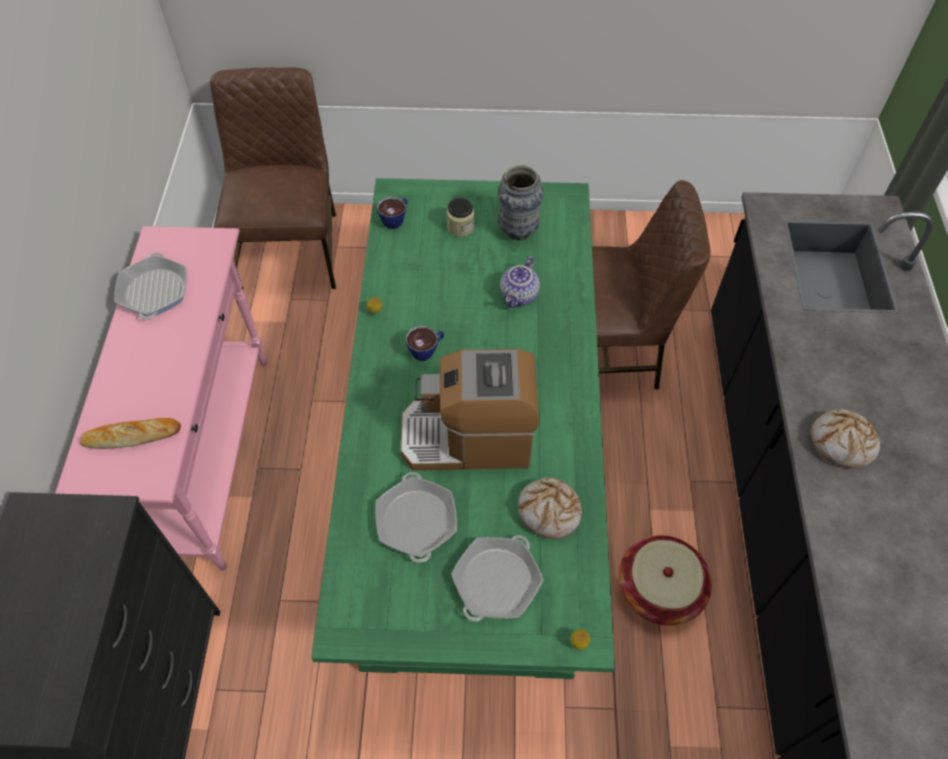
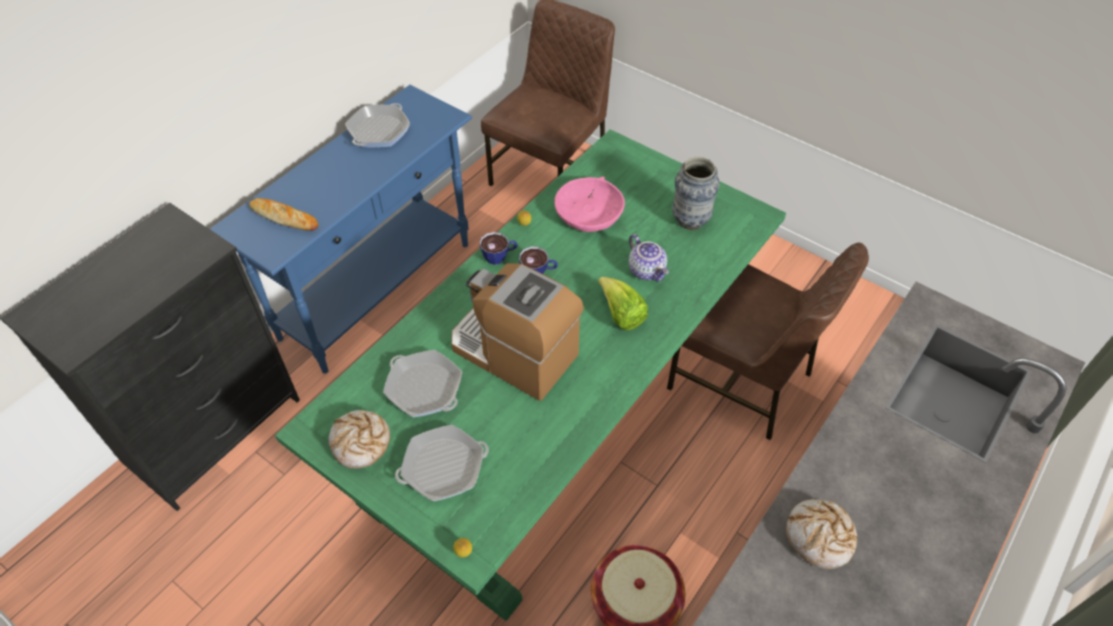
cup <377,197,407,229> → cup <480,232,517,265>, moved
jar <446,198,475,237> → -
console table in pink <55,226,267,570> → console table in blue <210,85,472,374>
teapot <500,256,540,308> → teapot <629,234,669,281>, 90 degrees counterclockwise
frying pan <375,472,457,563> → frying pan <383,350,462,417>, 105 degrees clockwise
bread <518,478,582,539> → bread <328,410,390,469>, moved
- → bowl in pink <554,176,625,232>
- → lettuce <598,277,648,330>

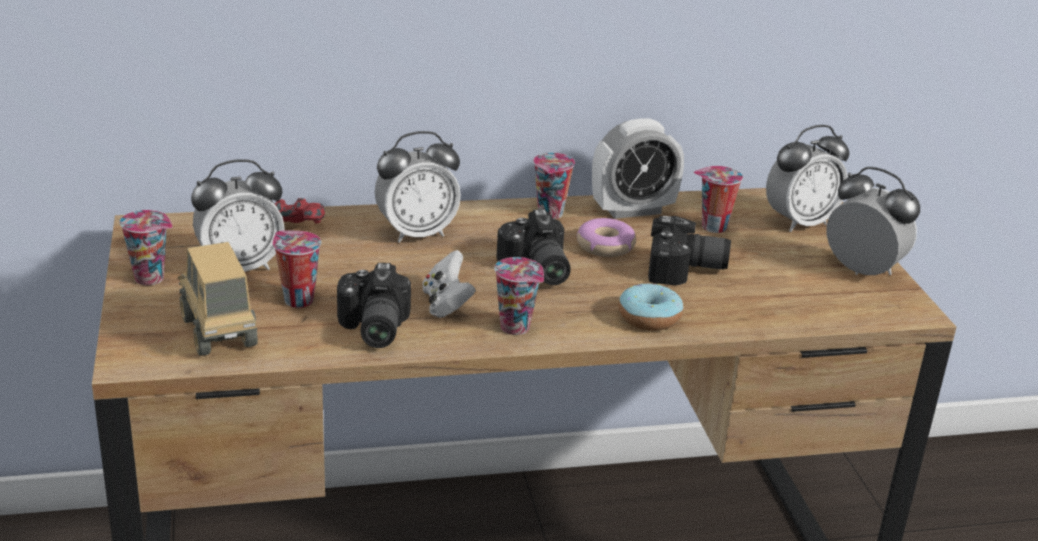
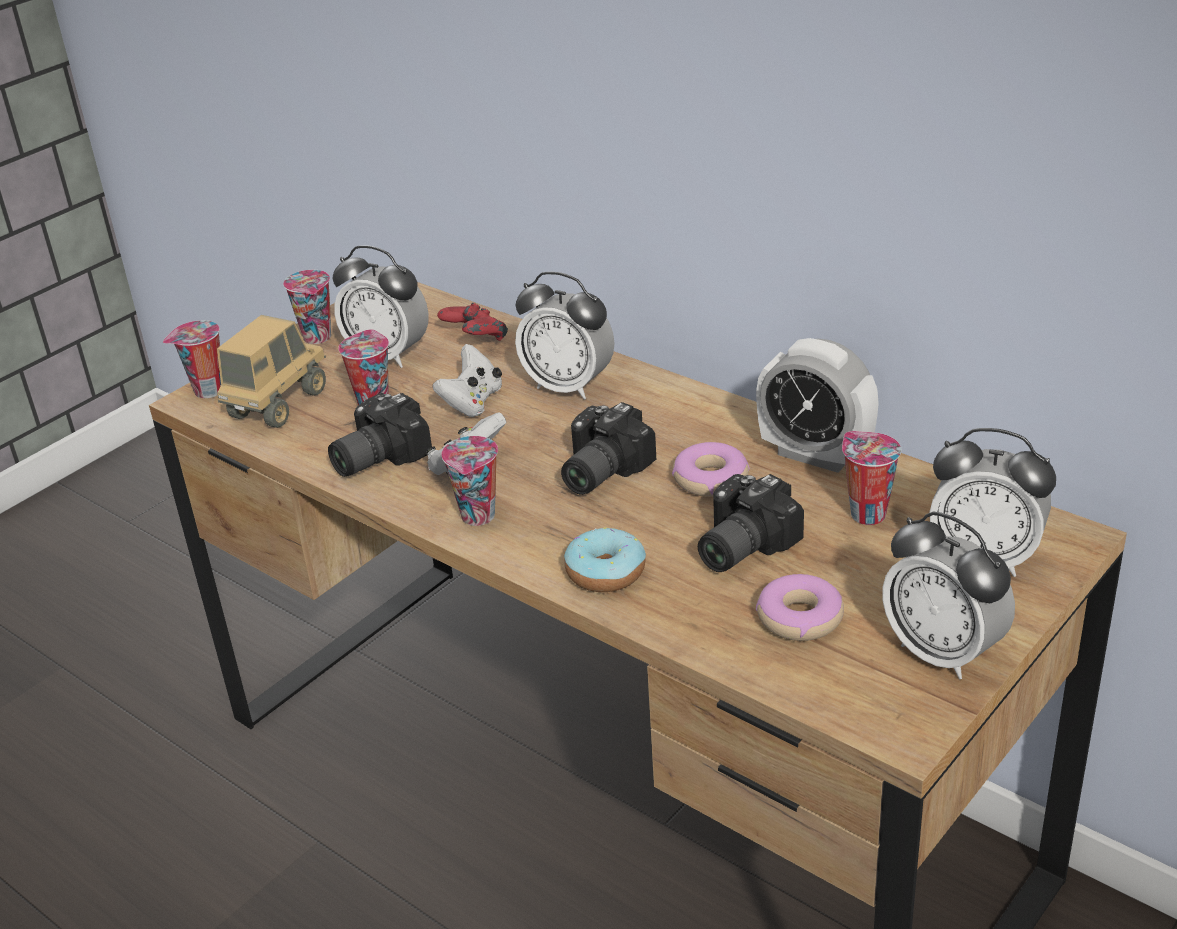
cup <533,153,575,219> → cup <163,320,221,398>, moved
alarm clock <827,167,920,275> → alarm clock <882,512,1015,679>, 135 degrees clockwise
photo camera <648,216,731,285> → photo camera <698,474,804,572>, 75 degrees clockwise
- → game controller in white <433,344,502,417>
- → donut <756,574,844,641>

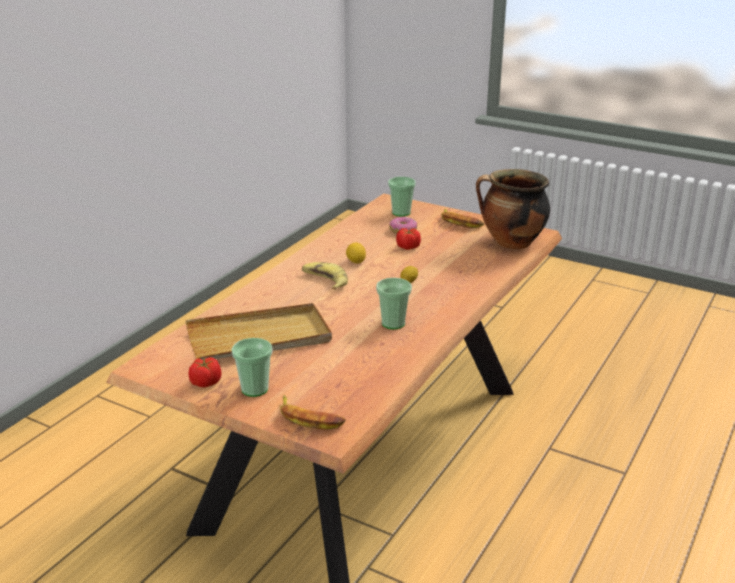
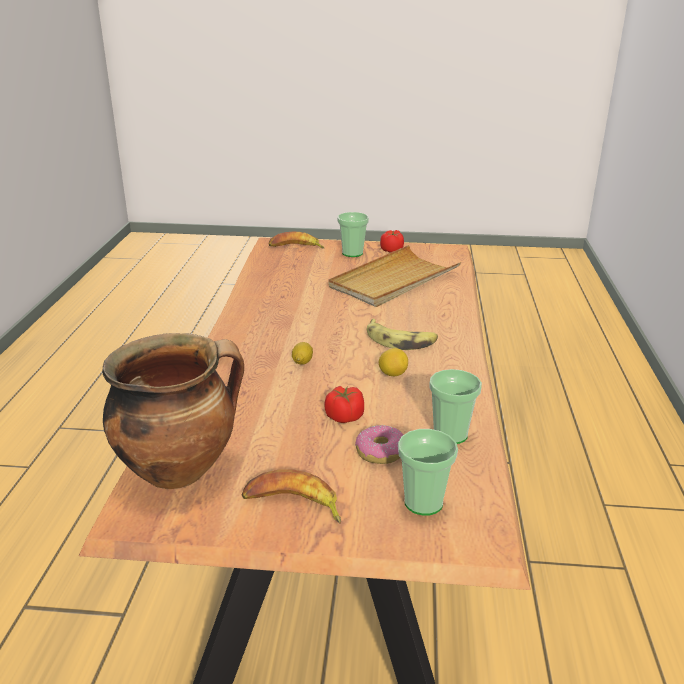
cup <376,278,412,329> → cup <429,369,482,444>, moved

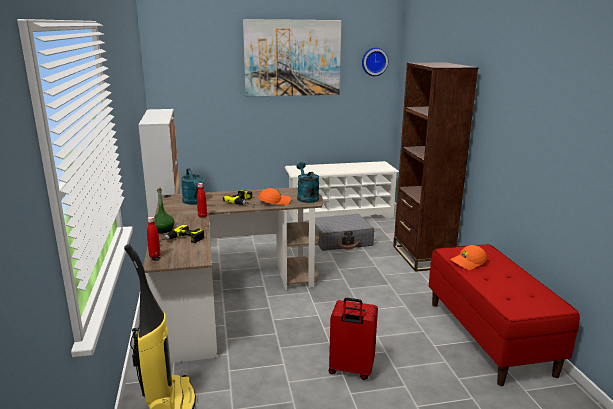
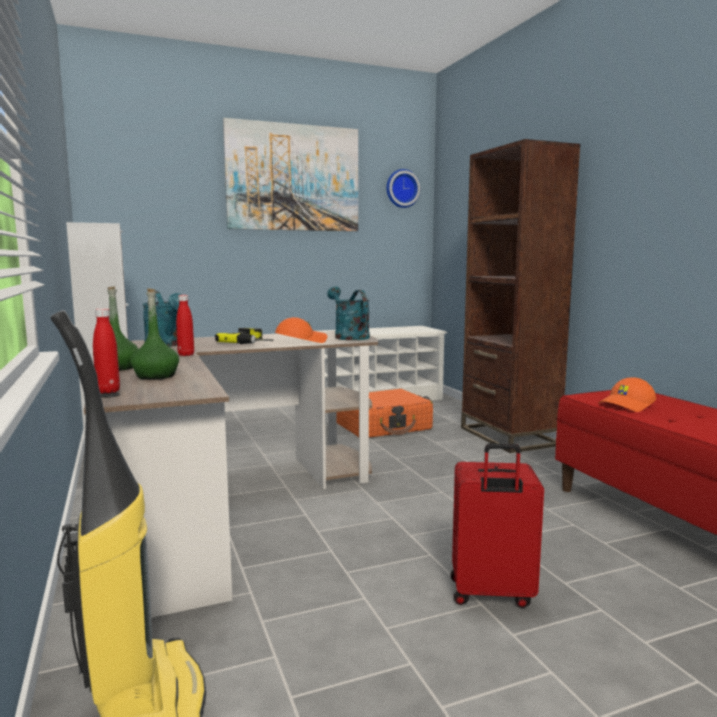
suitcase in grey <315,214,374,251> → suitcase in orange <337,389,433,438>
power drill <159,224,204,243> → bottle in green <131,288,179,380>

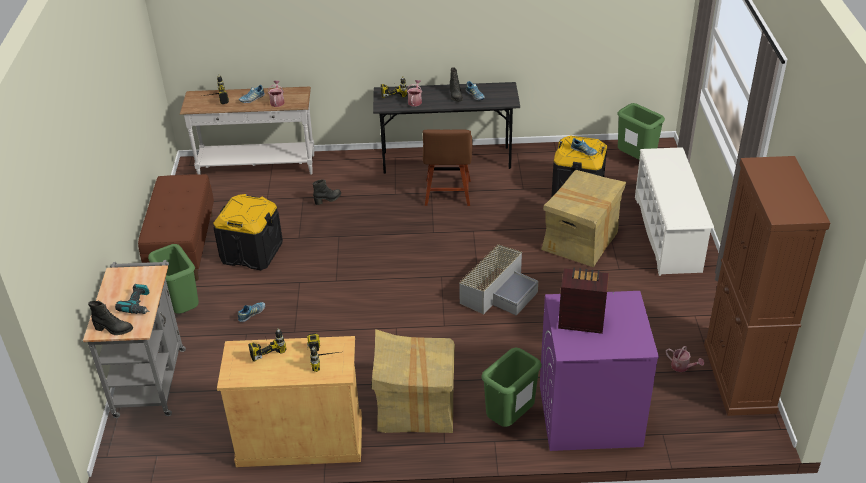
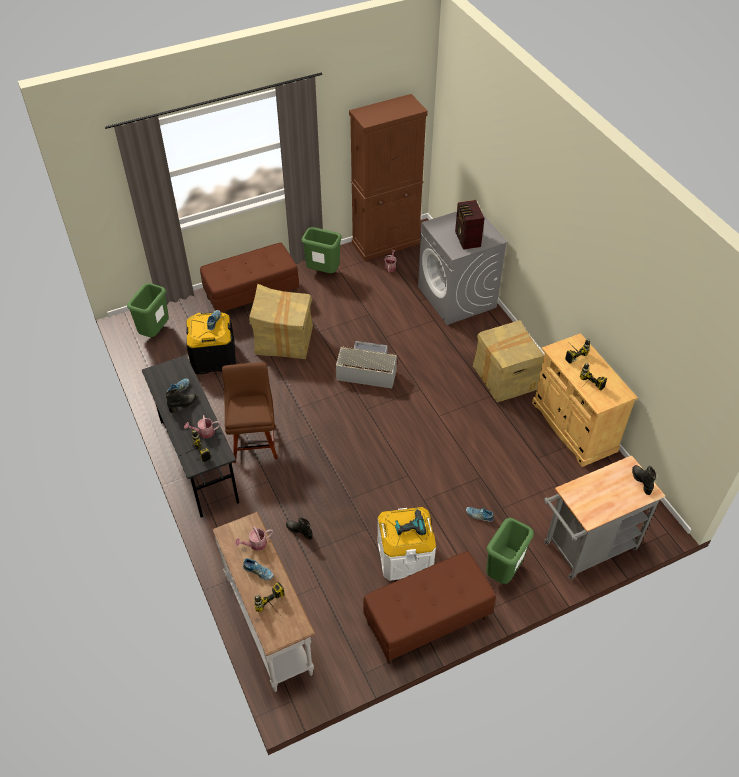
chair in brown <423,129,473,206> → chair in brown <222,362,278,463>, 75 degrees counterclockwise
shoe rack in white <635,147,714,276> → bench in brown <200,243,299,312>
storage box in black <213,194,283,270> → storage box in white <378,507,436,581>
power drill <115,284,149,314> → power drill <395,509,426,535>, moved
washing machine in purple <540,291,659,451> → washing machine in grey <418,212,508,325>
trash can in green <481,348,542,427> → trash can in green <301,227,342,273>, moved

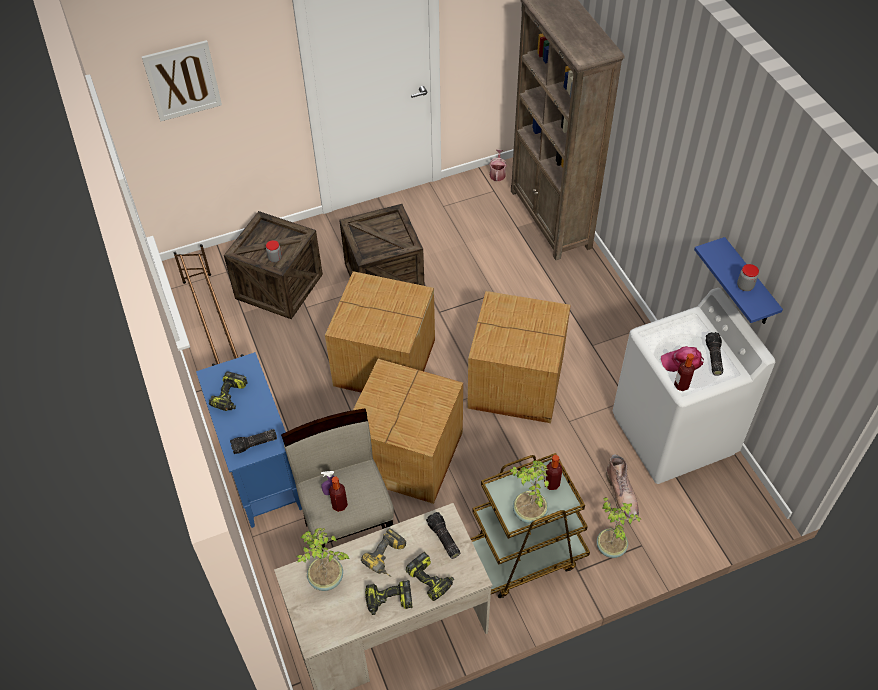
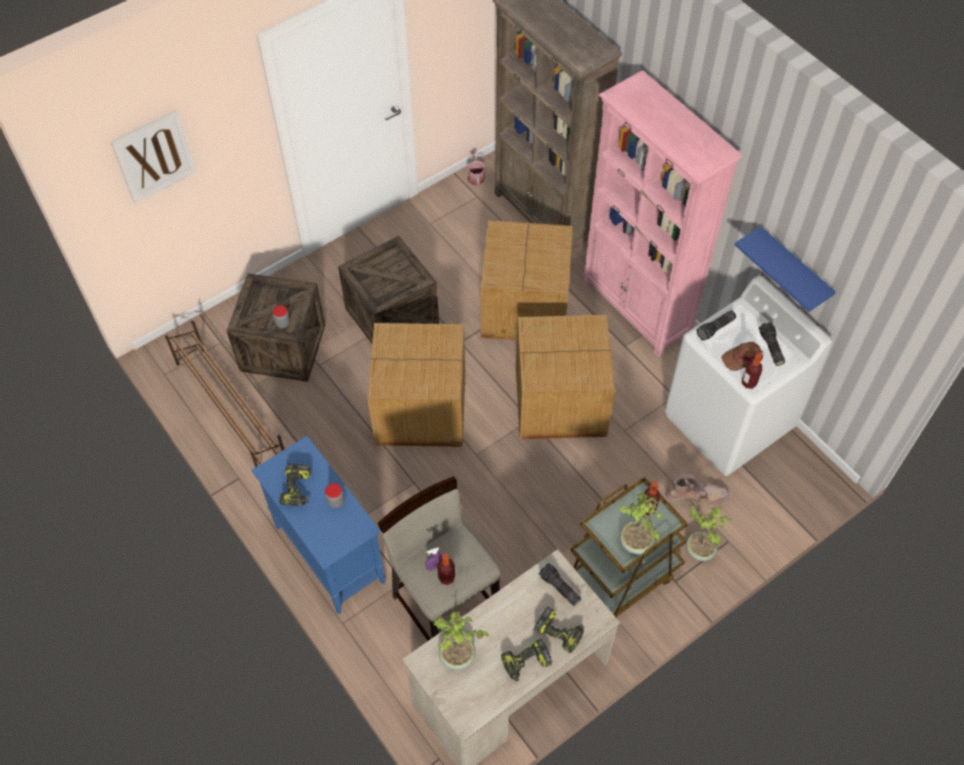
jar <737,264,759,291> → jar <325,483,345,508>, moved
cap in pink <661,346,704,372> → cap in brown <722,342,763,371>
cardboard box <353,359,463,504> → cardboard box <480,220,573,340>, moved
flashlight <230,429,277,454> → flashlight <696,310,736,341>, moved
boot in brown <606,454,639,521> → boot in brown <665,474,729,505>, 60 degrees counterclockwise
power drill <361,528,406,577> → -
- → bookcase in pink <582,70,742,357>

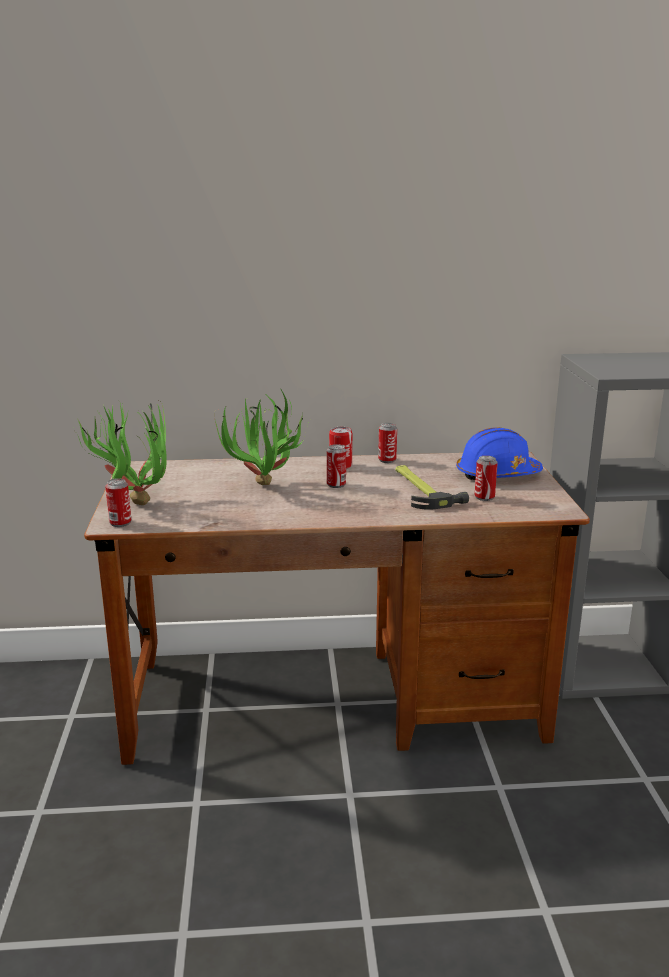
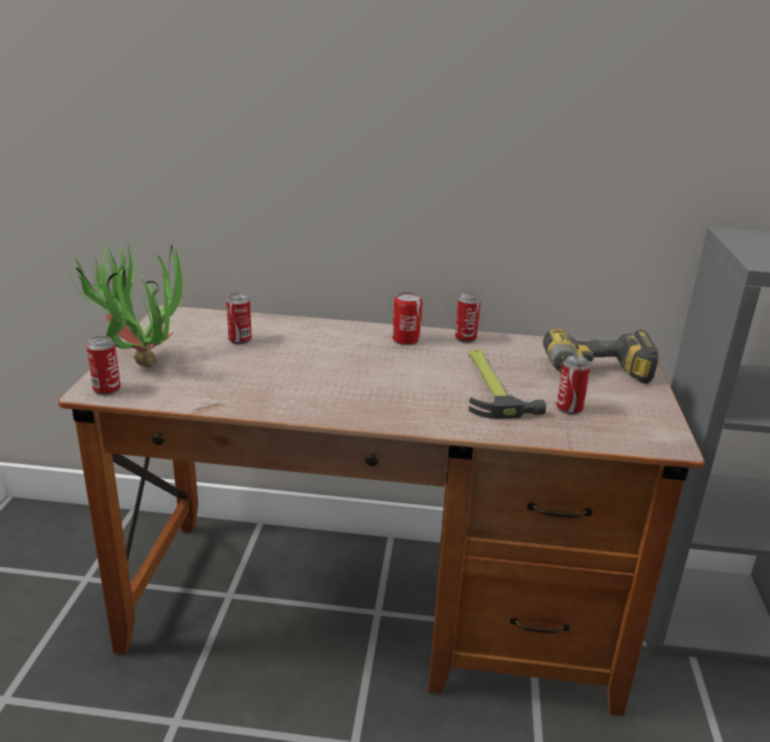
potted plant <215,389,308,485> → -
hard hat in blue <456,427,543,480> → power drill <543,329,658,384>
can <327,444,346,488> → can <226,293,252,344>, moved

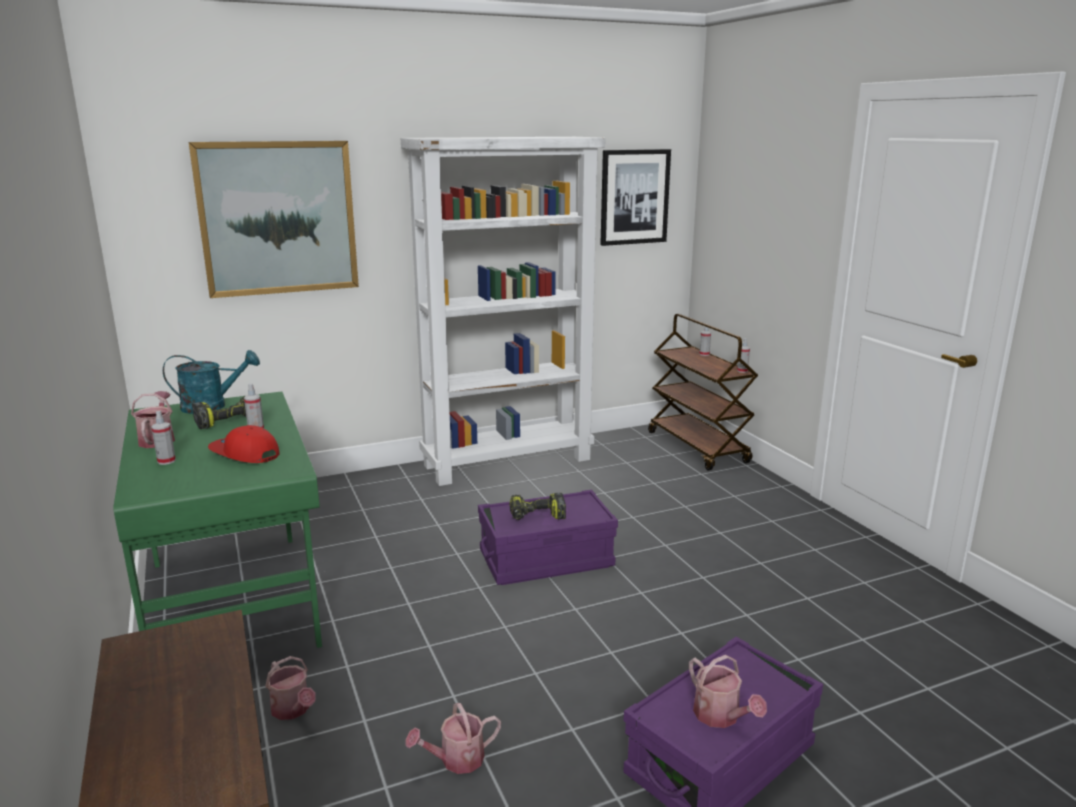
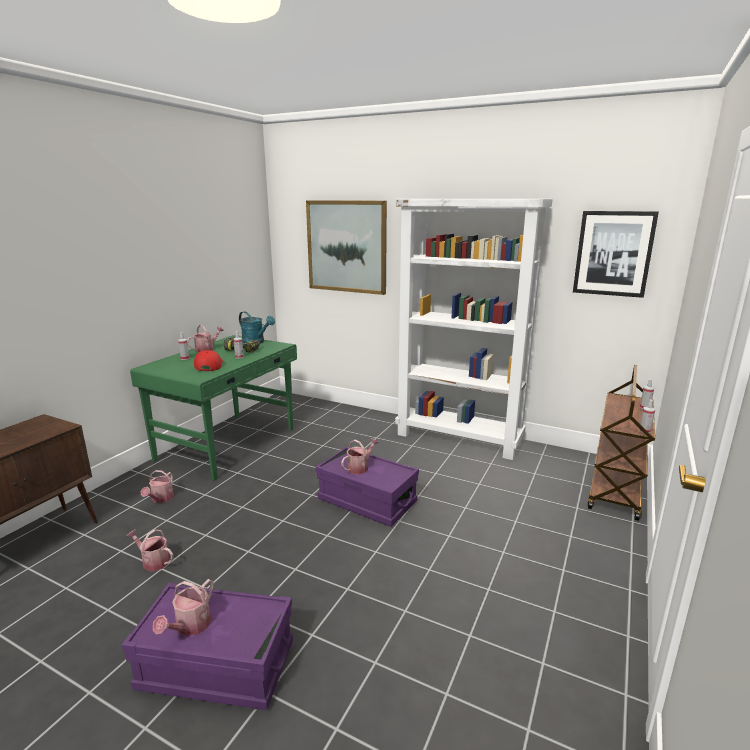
power drill <509,493,566,520> → watering can <341,438,379,474>

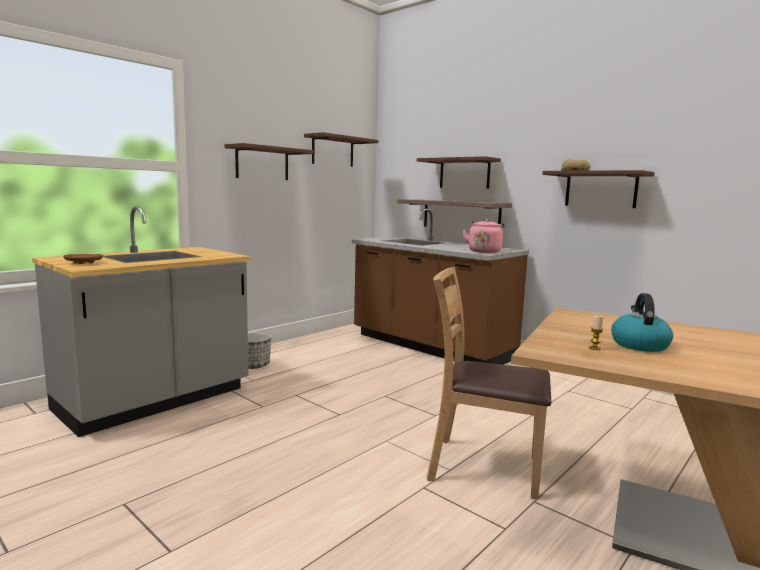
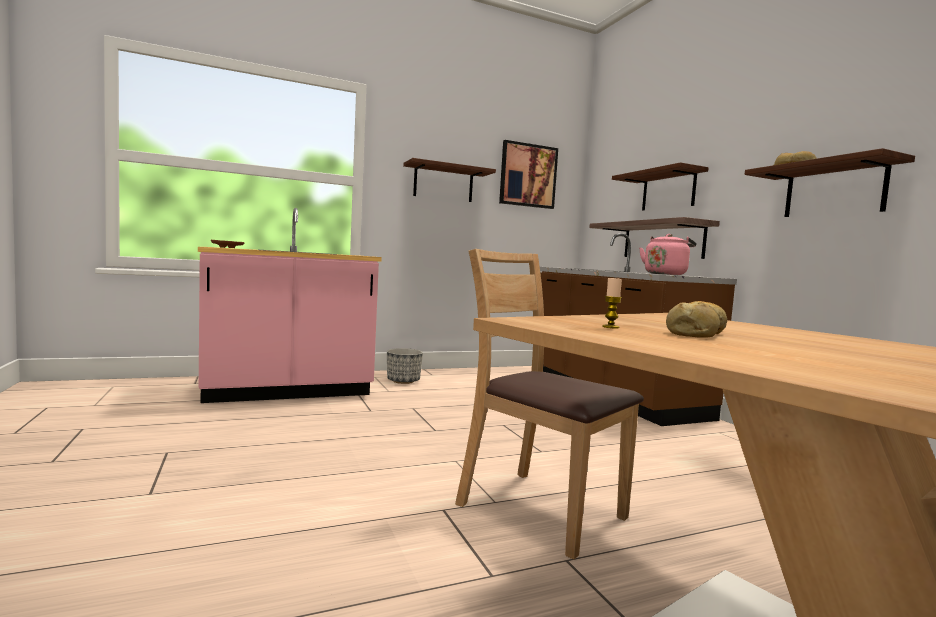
shelf <304,132,379,167> → picture <499,140,558,209>
counter in grey <32,206,251,437> → counter in pink <198,208,382,403>
kettle <611,293,673,352> → bread <666,301,727,338>

